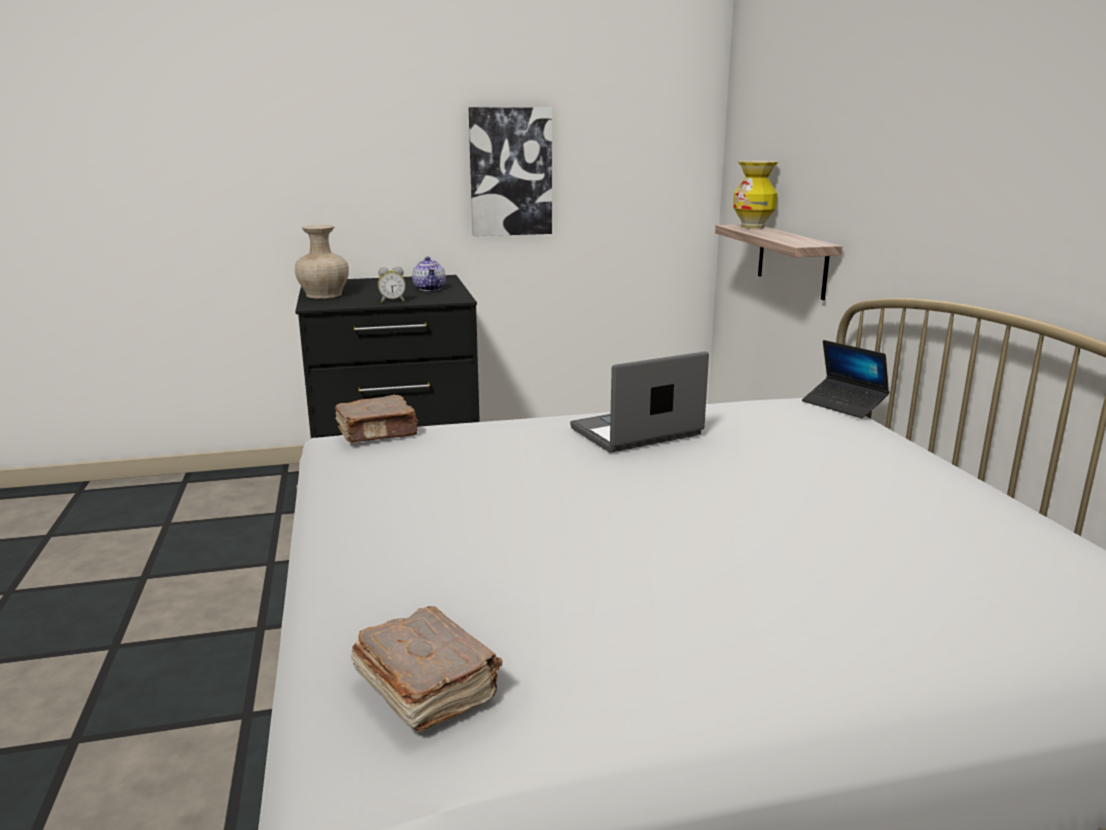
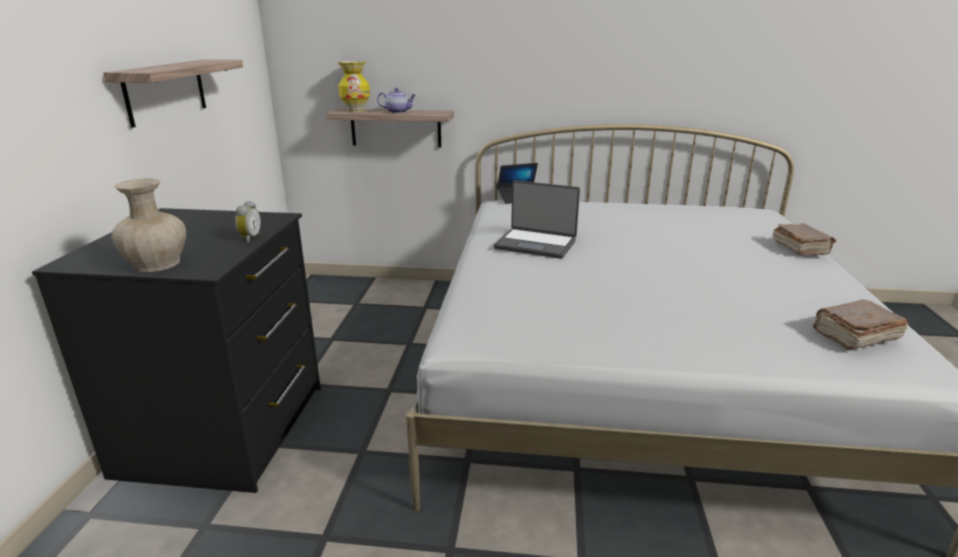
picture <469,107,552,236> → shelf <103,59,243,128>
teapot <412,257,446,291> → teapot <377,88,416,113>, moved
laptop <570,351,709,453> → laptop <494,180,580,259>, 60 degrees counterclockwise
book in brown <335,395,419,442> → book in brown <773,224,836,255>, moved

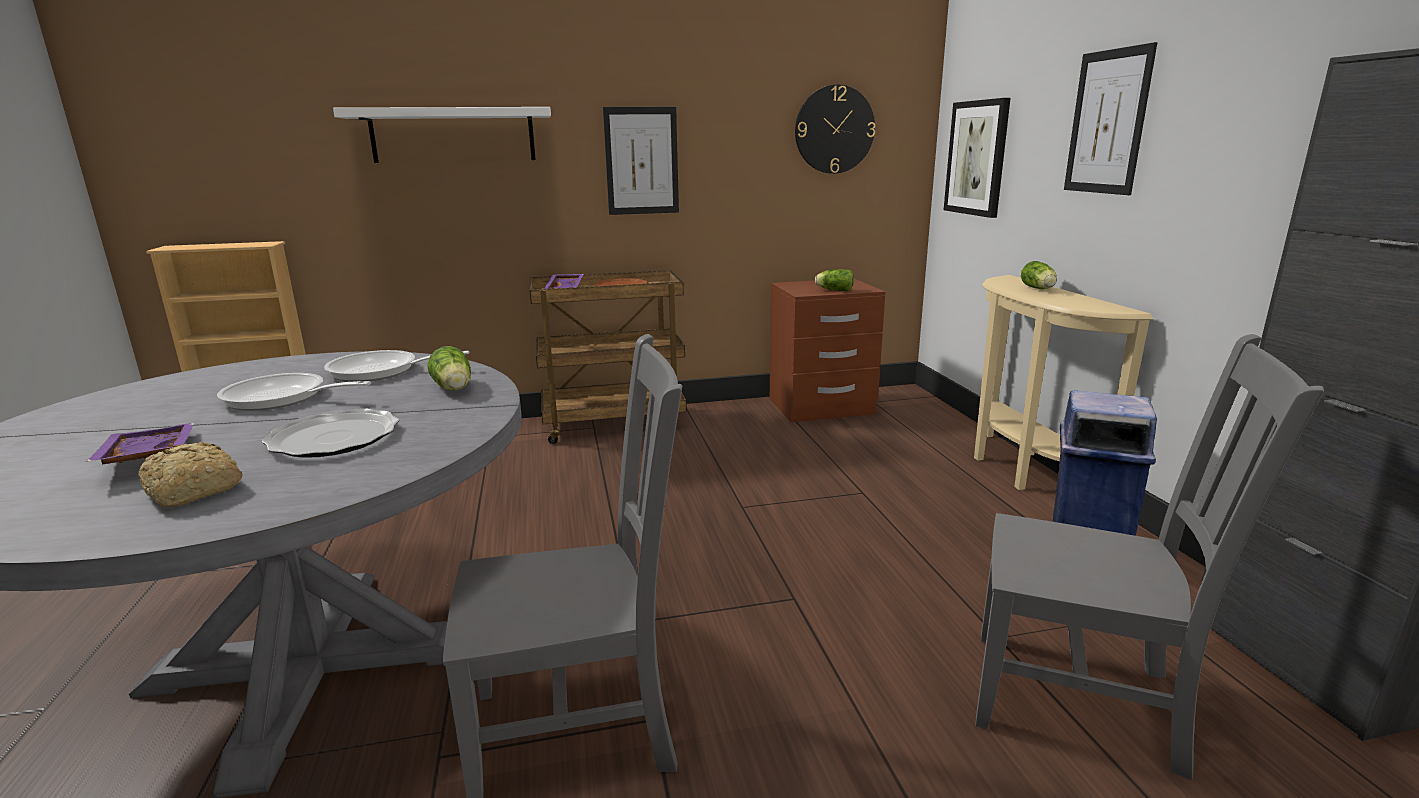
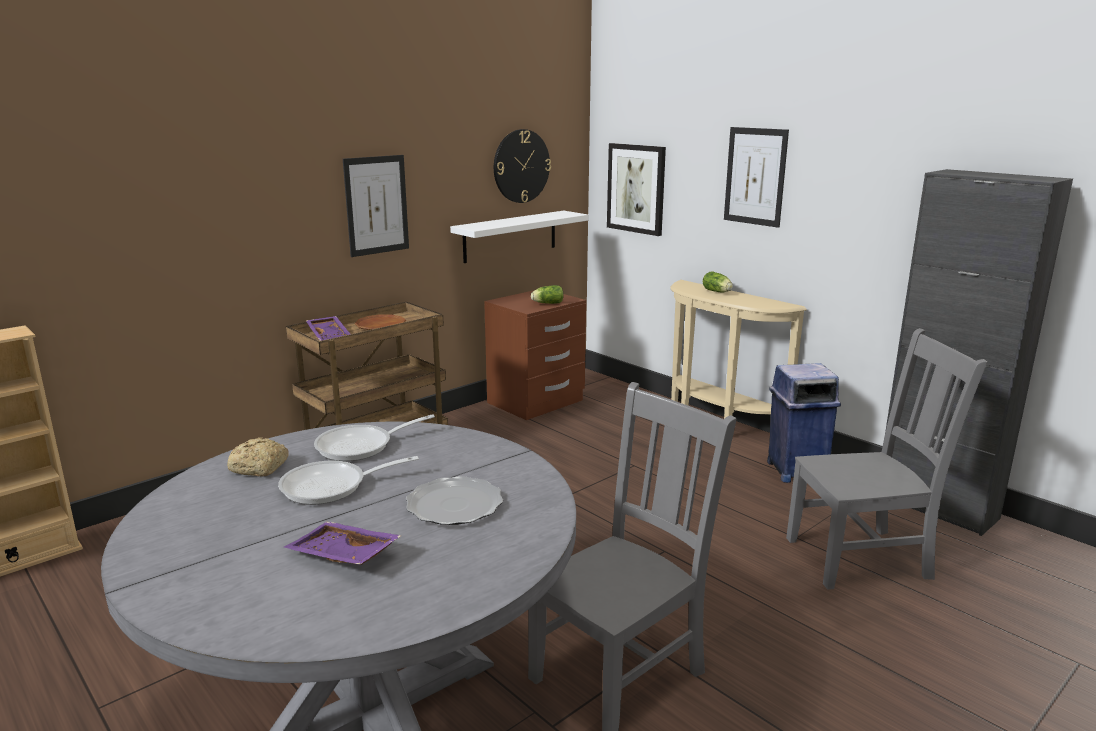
shelf in white <333,107,551,163> → shelf in white <450,211,588,263>, moved
lettuce <427,346,471,391> → -
bread <138,442,243,507> → bread <227,437,289,477>, moved

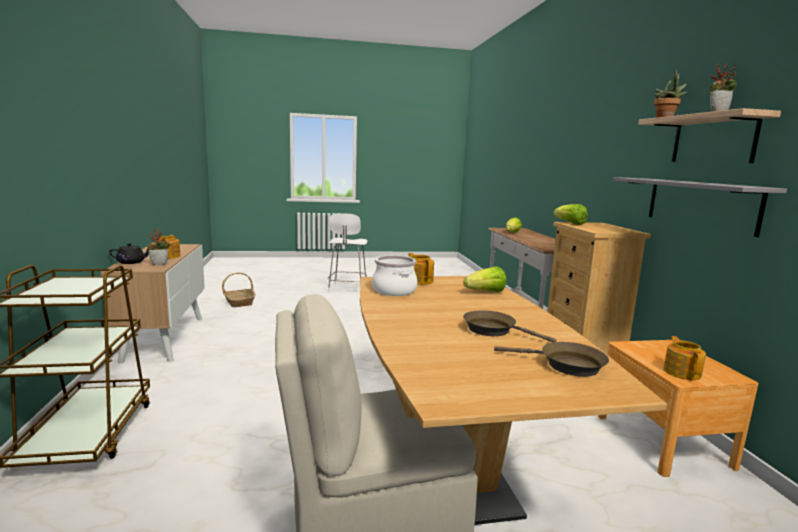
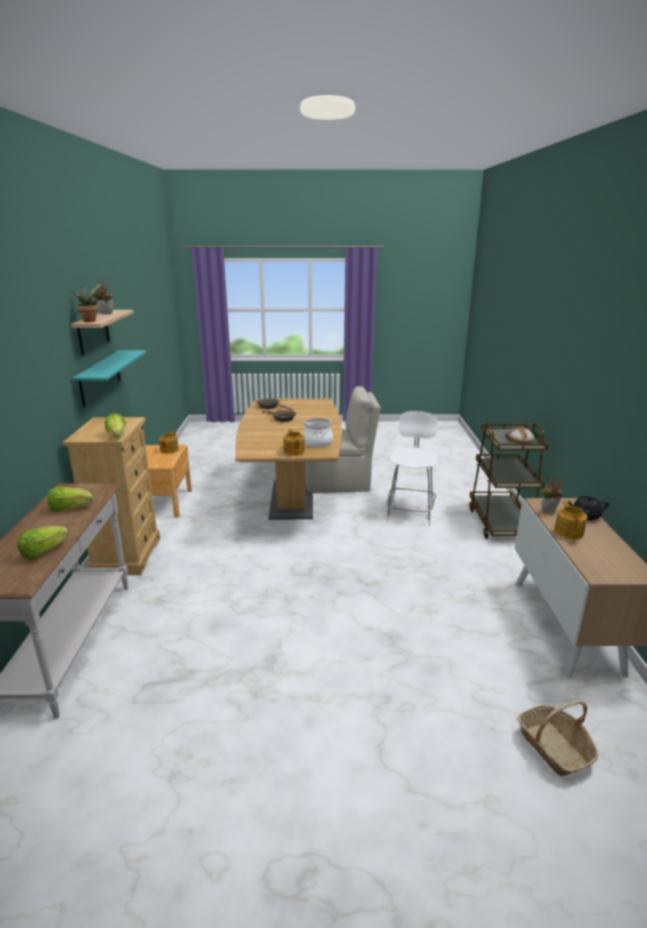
shelf in grey <613,177,787,237> → shelf in turquoise <73,350,147,407>
chair in white <327,213,368,292> → chair in white <386,411,438,526>, moved
lettuce <463,266,506,292> → lettuce <47,487,93,512>, moved
- → bread <505,426,535,443>

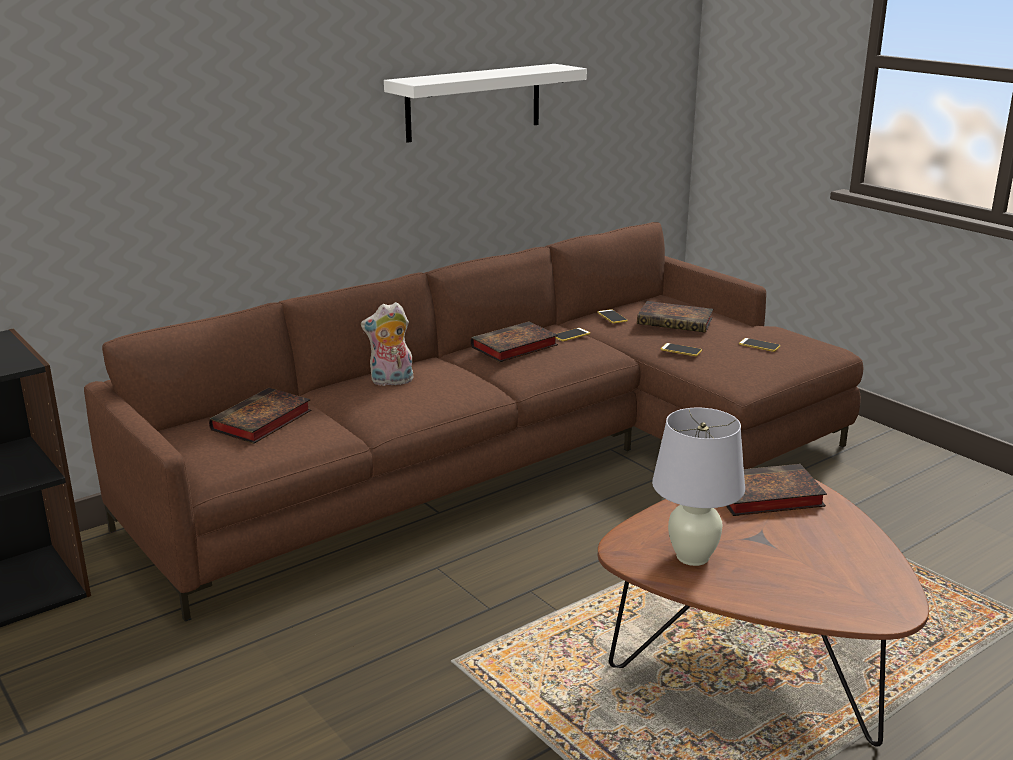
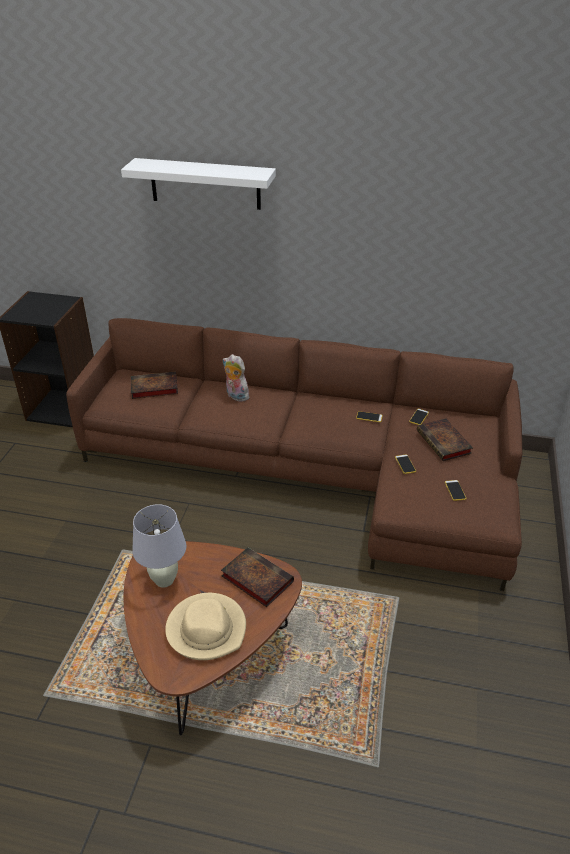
shelf in white <384,64,587,143> → shelf in white <121,158,276,210>, moved
book <471,322,558,362> → -
- → hat in beige <165,593,246,660>

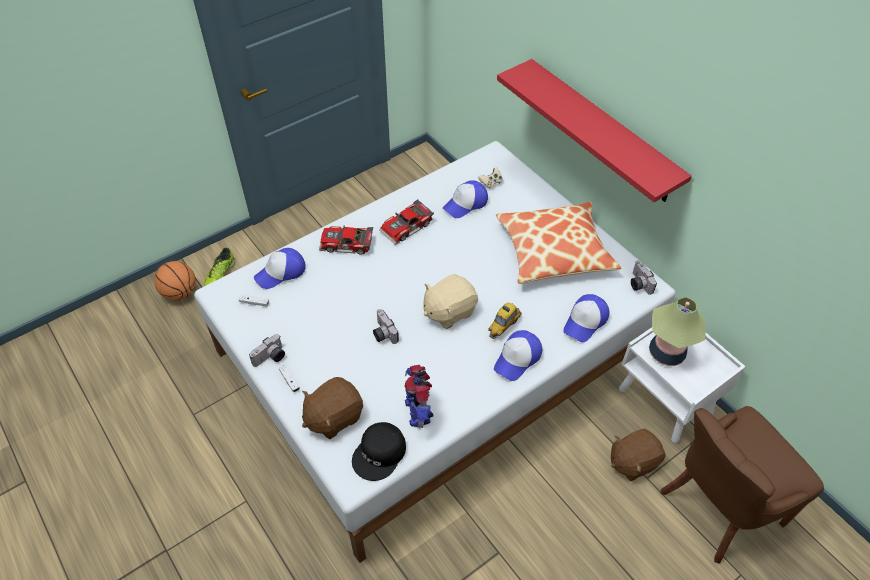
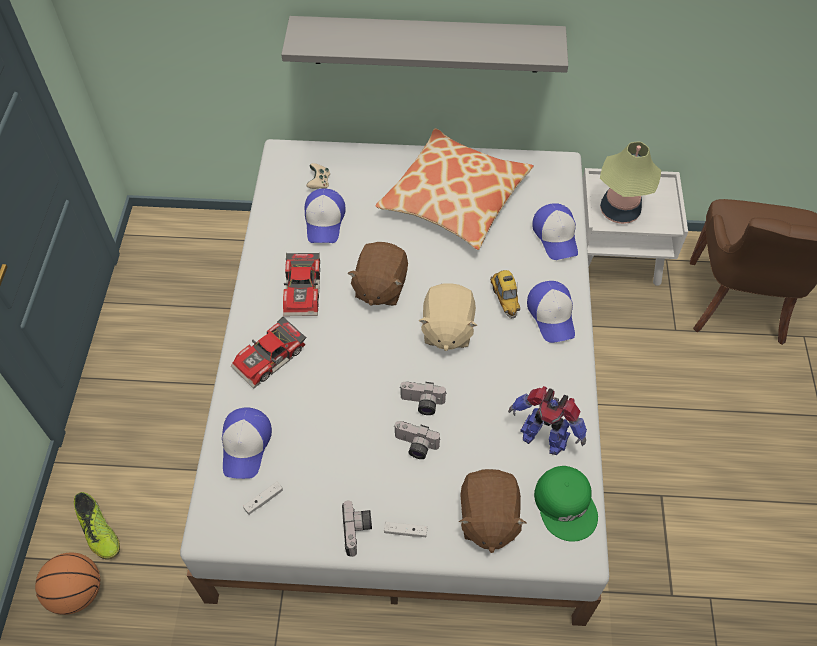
shelf in red <497,59,692,202> → shelf in grey <281,16,568,73>
photo camera <631,260,657,295> → photo camera <394,421,440,459>, moved
cap in black <352,422,406,481> → cap in green <534,466,598,542>
plush toy in brown <611,429,665,481> → plush toy in brown <347,242,408,306>, moved

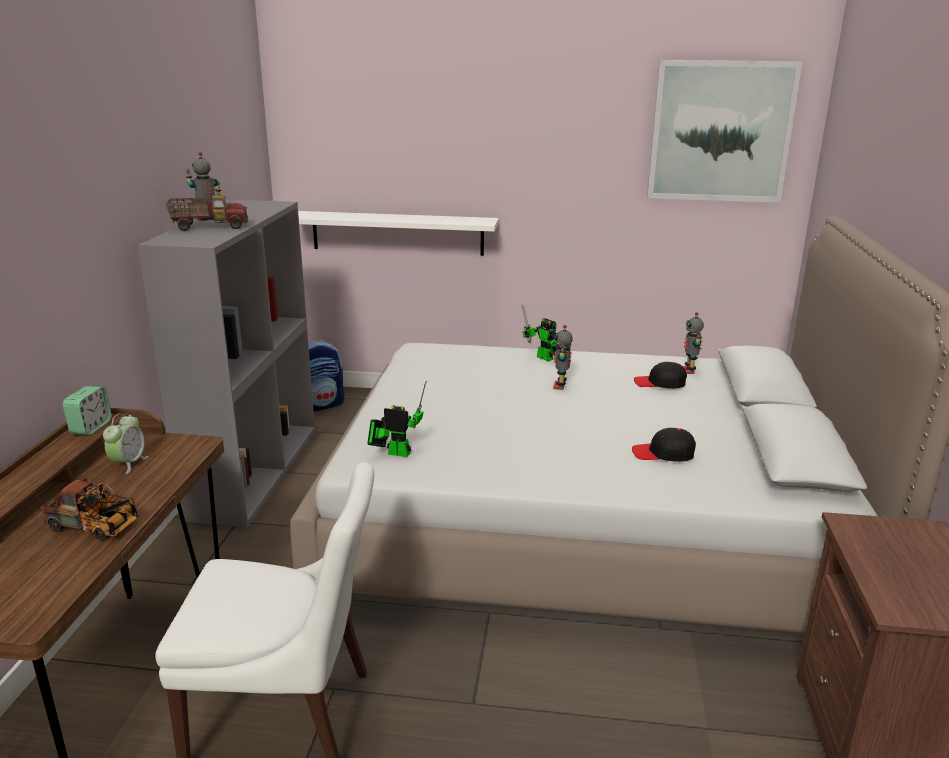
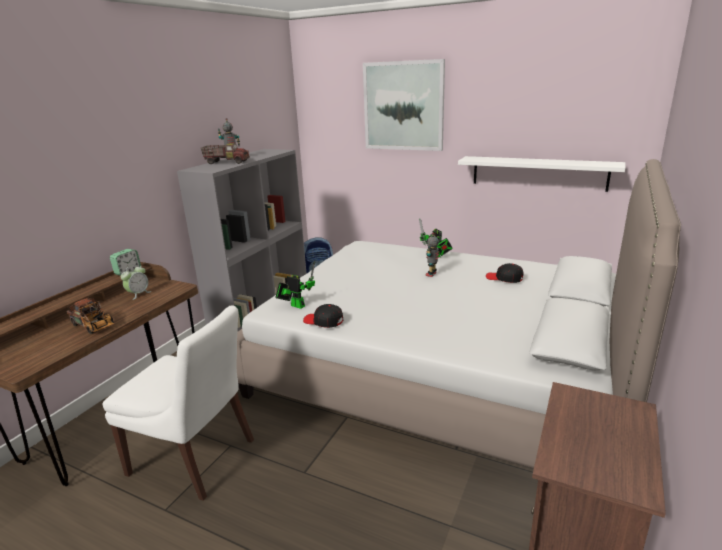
picture <647,60,803,203> → picture <363,59,445,151>, moved
shelf in white <298,211,499,256> → shelf in white <458,156,625,192>, moved
toy robot <683,312,704,374> → -
cap in black <632,428,696,462> → cap in black <303,304,343,328>, moved

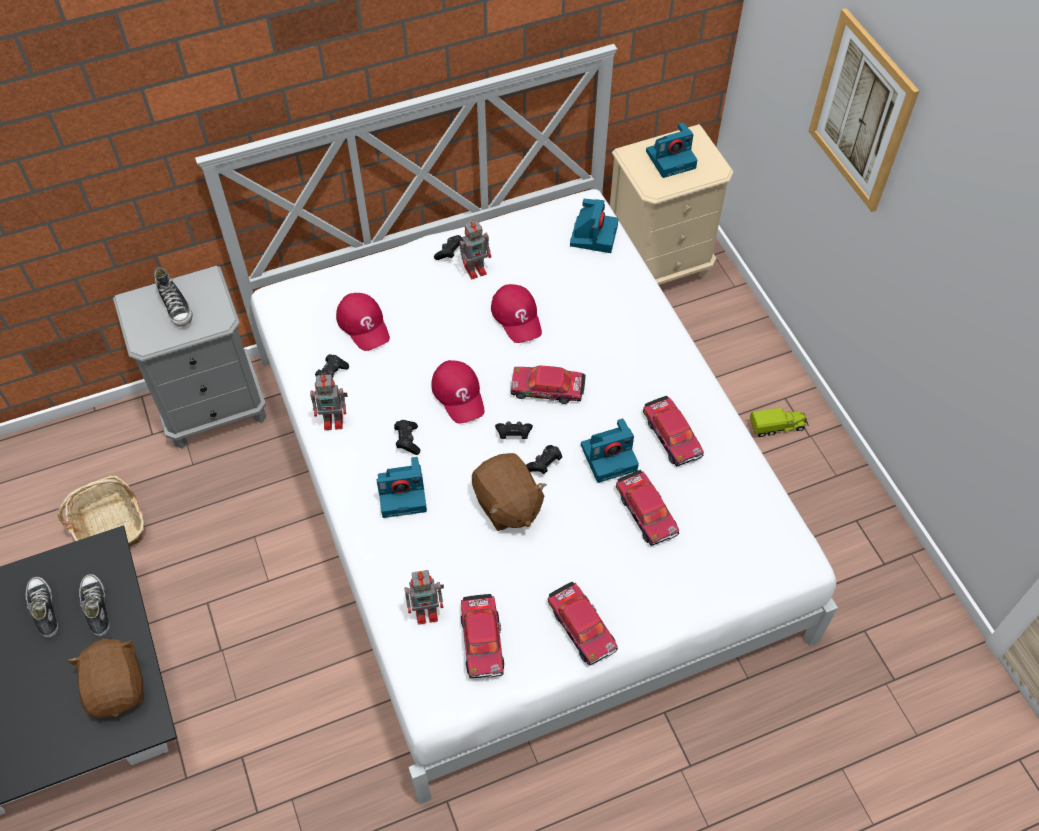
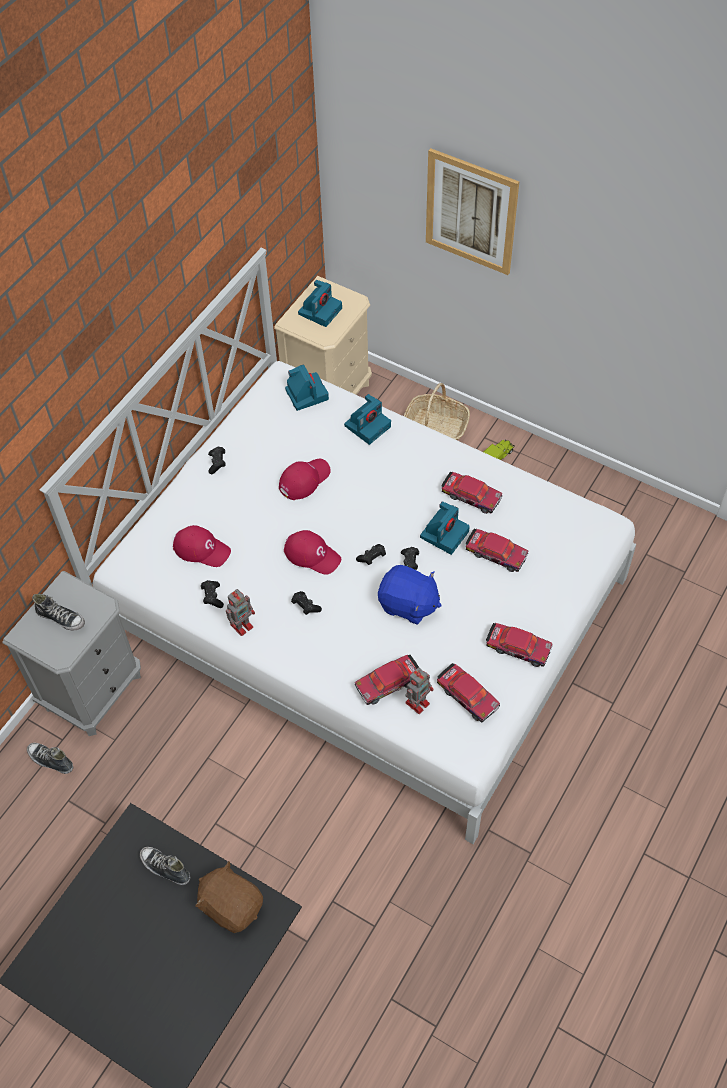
toy robot <460,220,491,279> → -
cap in red <491,284,542,343> → cap in red <279,459,331,500>, 75 degrees counterclockwise
toy car <511,365,586,404> → toy car <355,655,419,705>, moved
plush toy in brown <472,453,547,531> → plush toy in blue <378,565,442,624>
photo camera <377,457,427,518> → photo camera <344,394,391,445>, moved
basket <58,475,144,547> → basket <404,383,470,440>, moved
shoe <26,577,59,638> → shoe <27,743,73,774>, moved

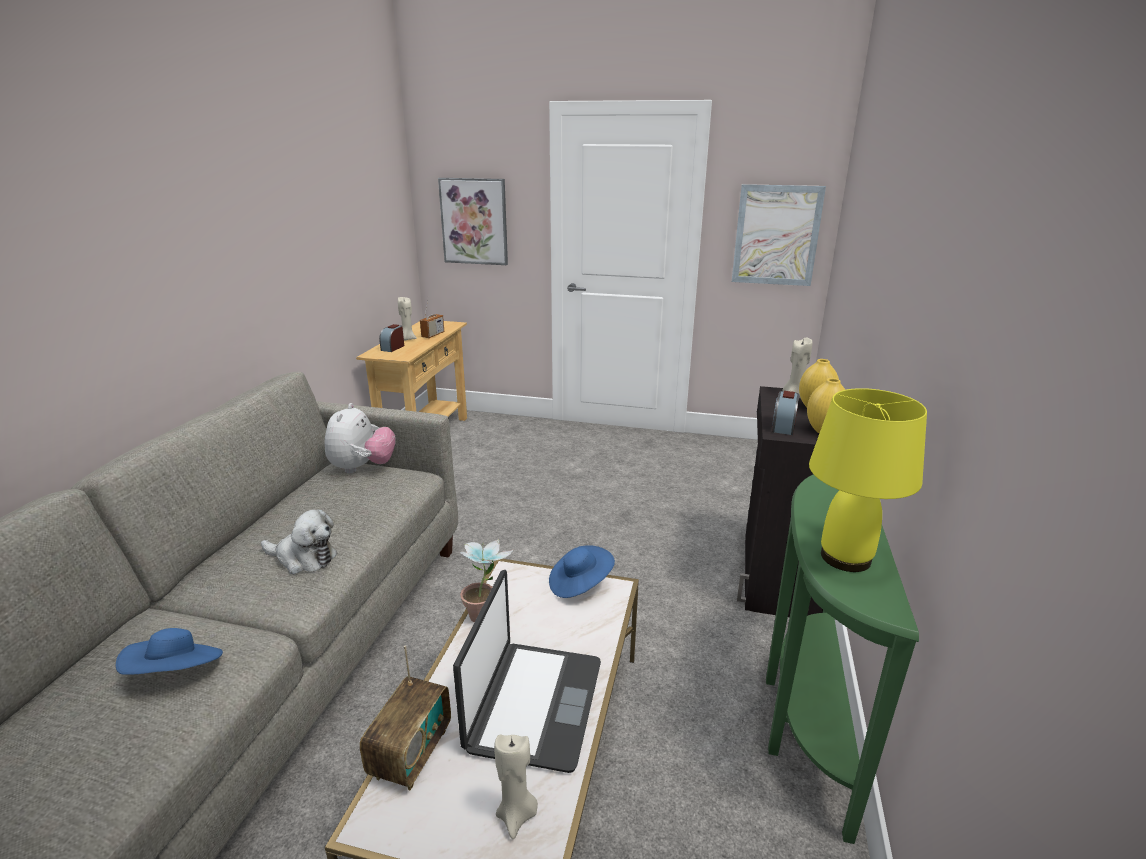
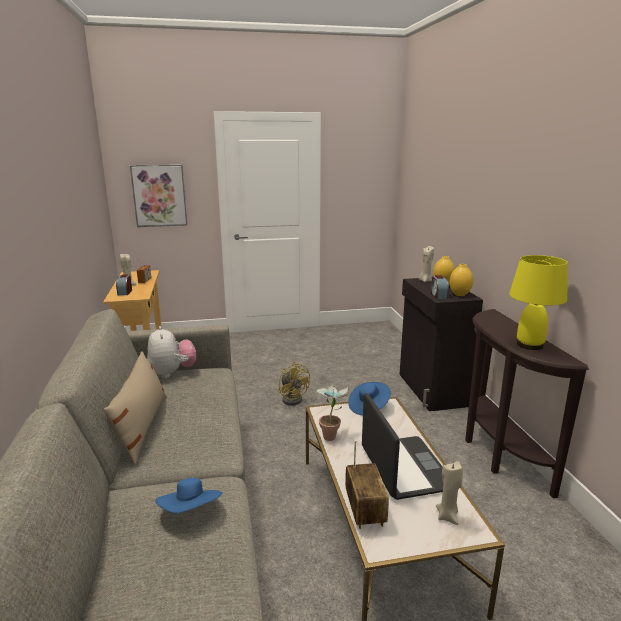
picture <732,184,826,286> → -
console table in green <766,474,919,844> → console table in brown <465,309,589,498>
plush toy <261,509,338,574> → -
- → pillow in beige <104,351,167,465>
- → fan in yellow <278,362,310,406>

